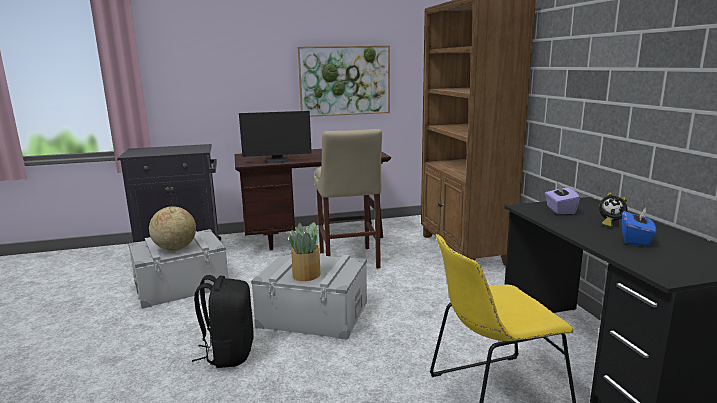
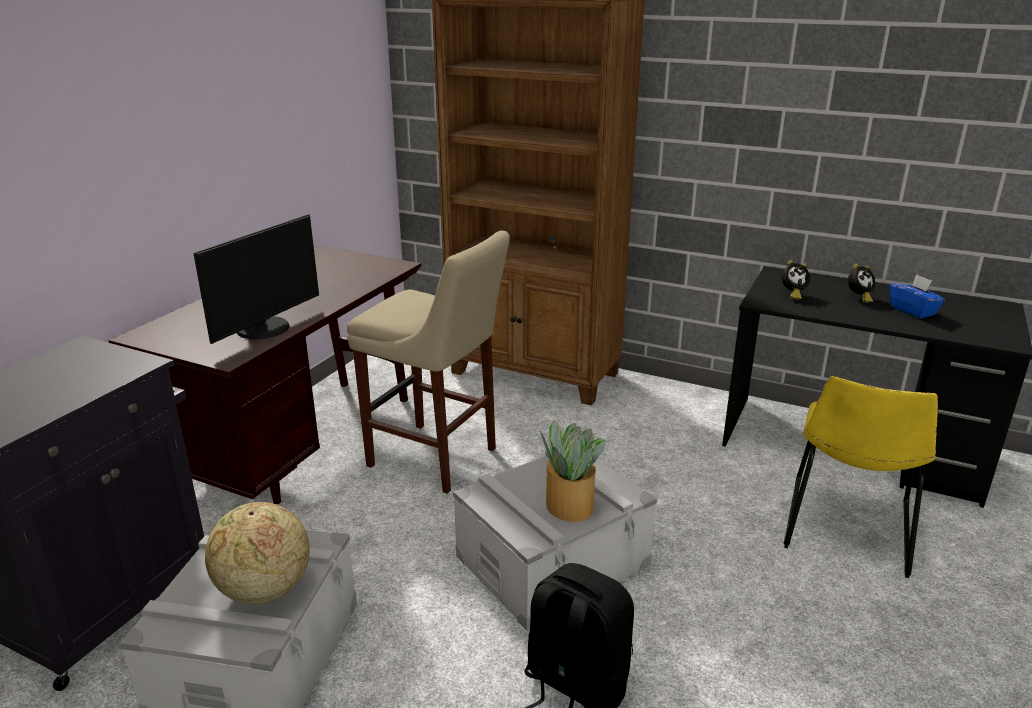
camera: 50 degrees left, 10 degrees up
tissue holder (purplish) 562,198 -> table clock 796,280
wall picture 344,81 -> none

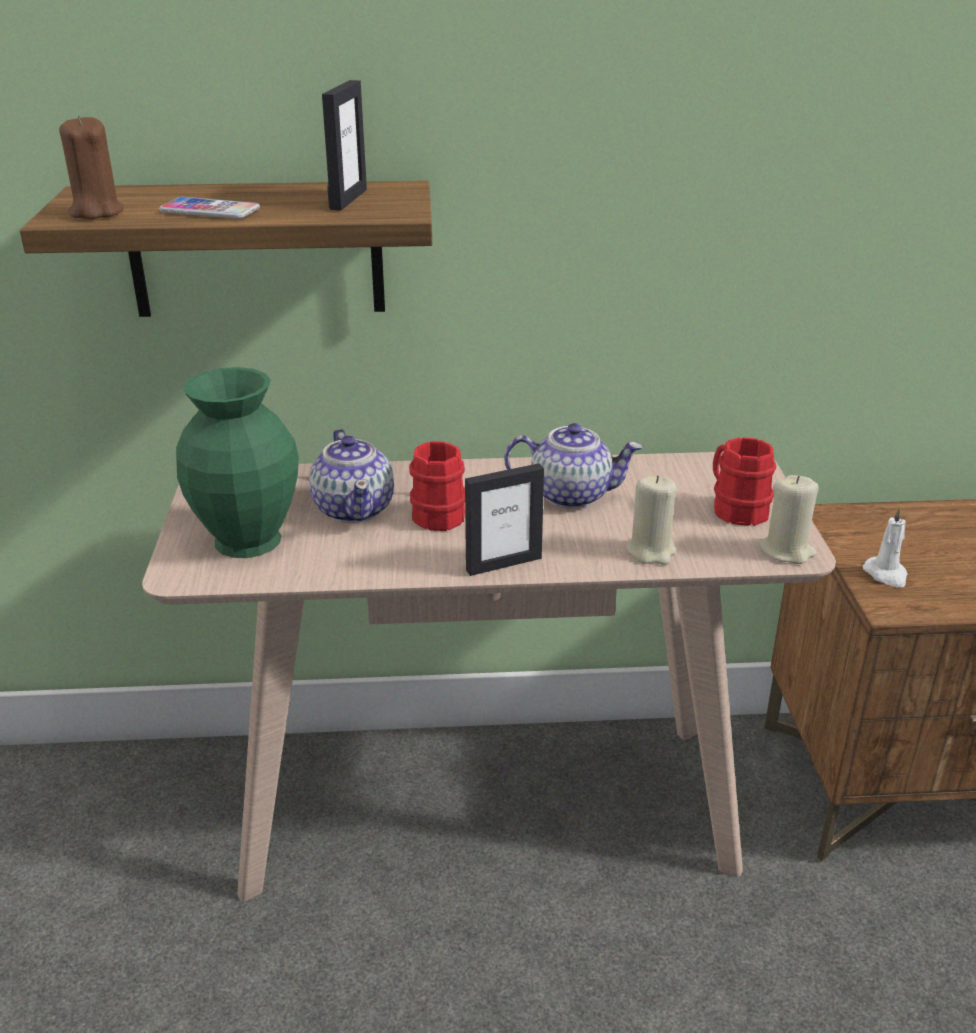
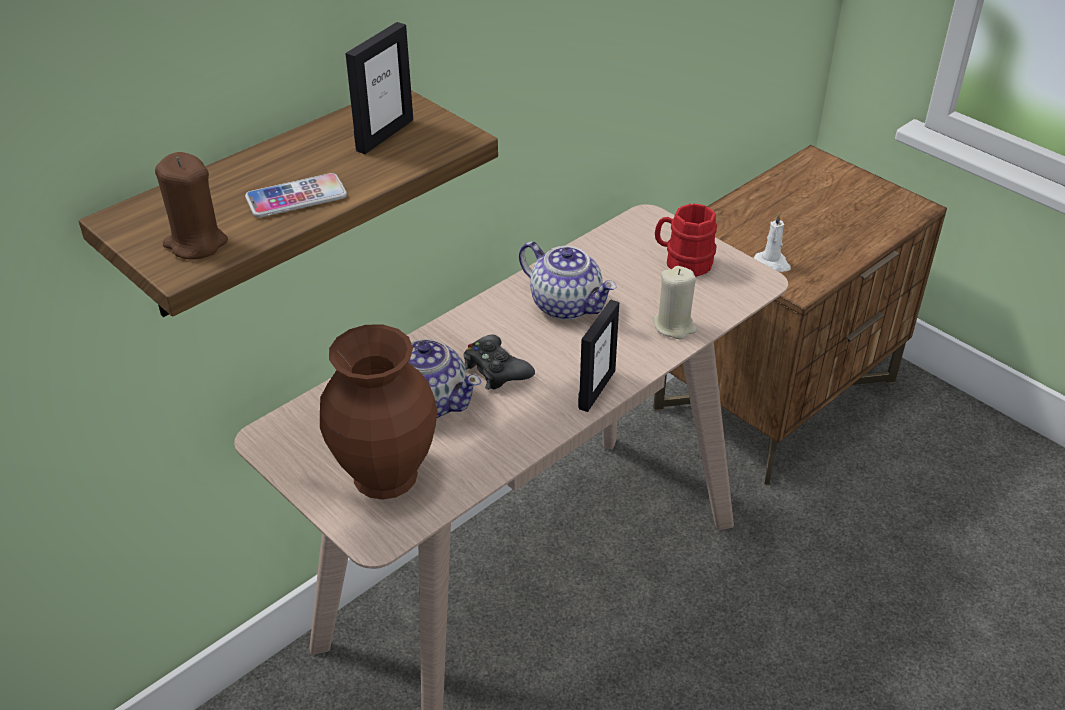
camera: 40 degrees left, 10 degrees up
decorative vase (green) 237,462 -> decorative vase (brownish) 378,412
picture frame 344,145 -> picture frame 379,88, 60 degrees clockwise
tea mug (red) 437,486 -> joypad (black-coloured) 499,362
pot for tea 573,466 -> pot for tea 568,280, 75 degrees clockwise
wax candle (sand-coloured) 789,519 -> none

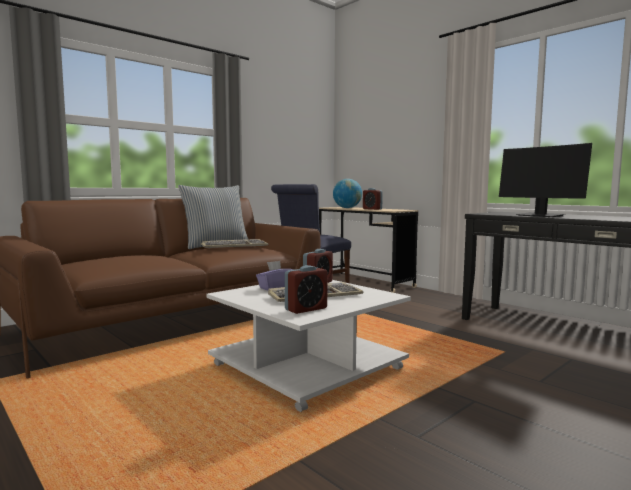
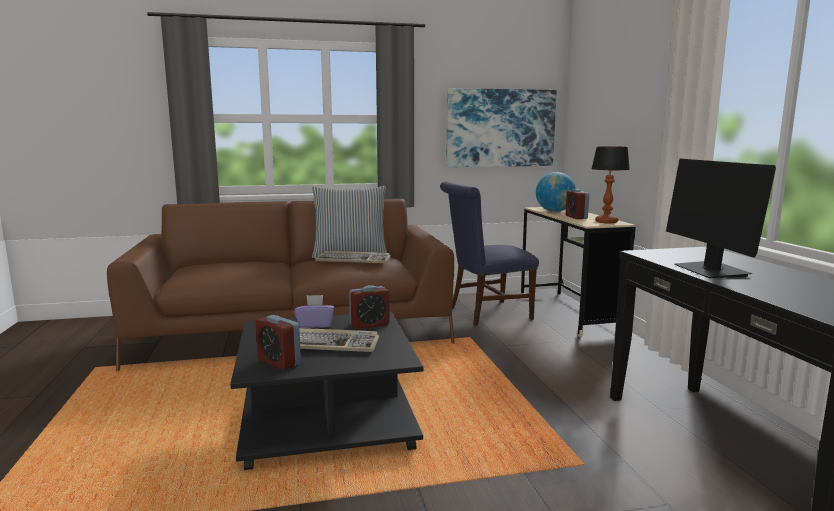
camera: 30 degrees right, 5 degrees up
lounge table (white-coloured) 308,346 -> lounge table (black-coloured) 327,390
table clock 306,289 -> table clock 278,342, 45 degrees clockwise
none -> wall picture 501,127
none -> lamp for a table 610,184

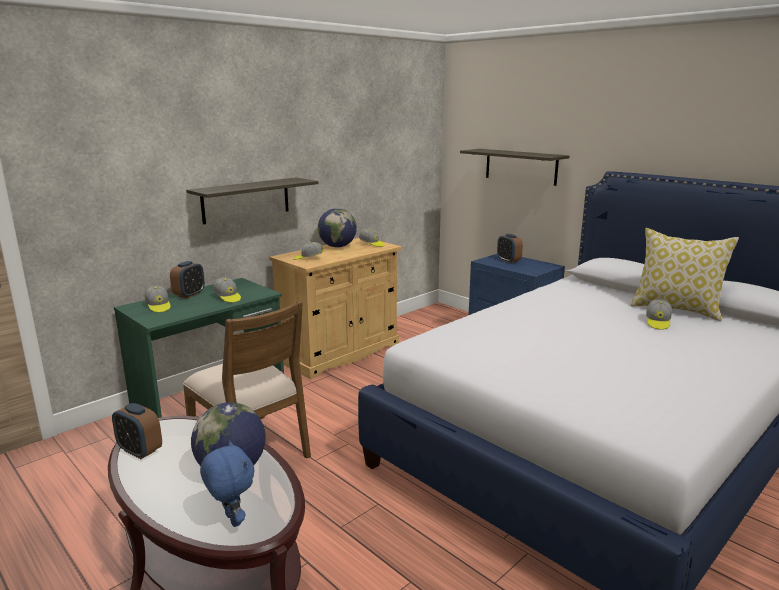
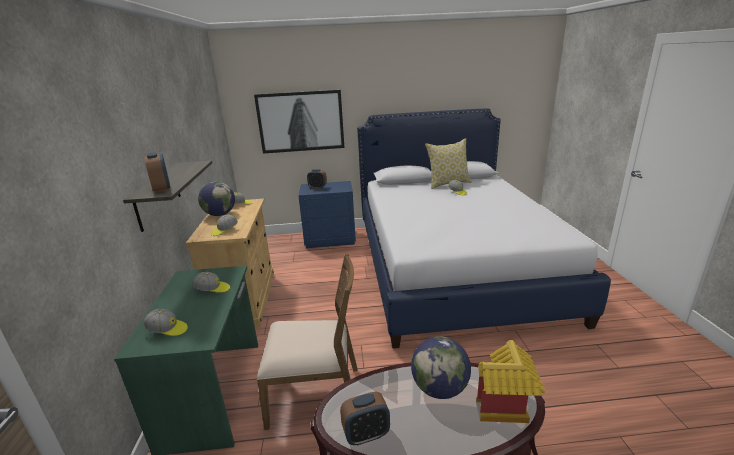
camera: 50 degrees left, 5 degrees up
table clock 187,279 -> table clock 157,172, move
shelf 515,167 -> wall picture 299,122
soft toy (blue) 227,483 -> model house 510,381

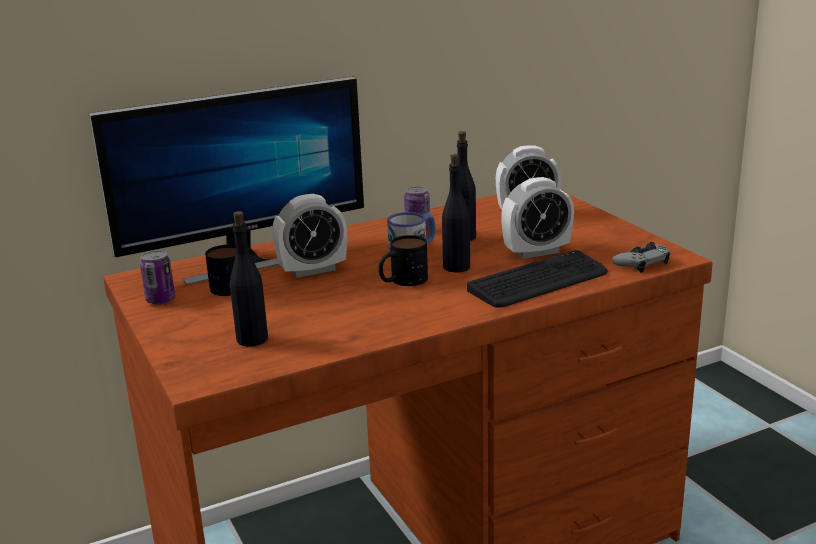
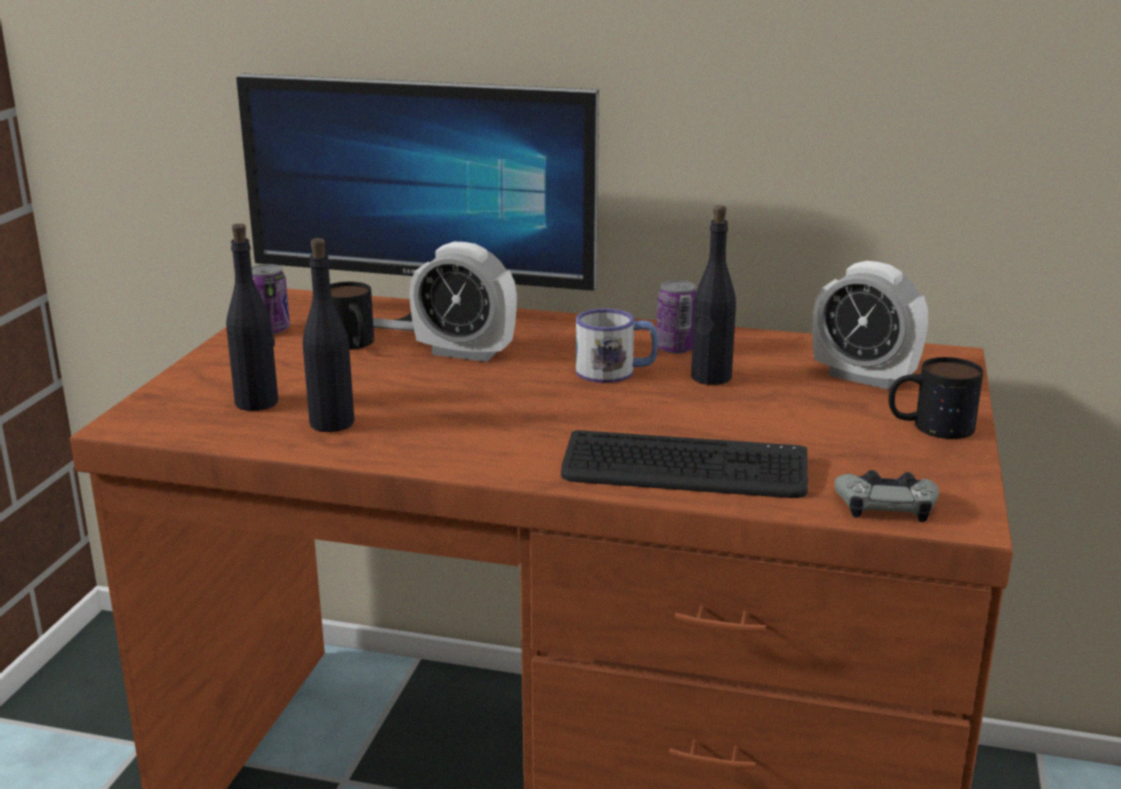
camera: 40 degrees right, 0 degrees up
bottle (black-coloured) 456,213 -> bottle (black-coloured) 328,335, move
tea mug 403,260 -> tea mug 935,398, move
table clock 537,218 -> none

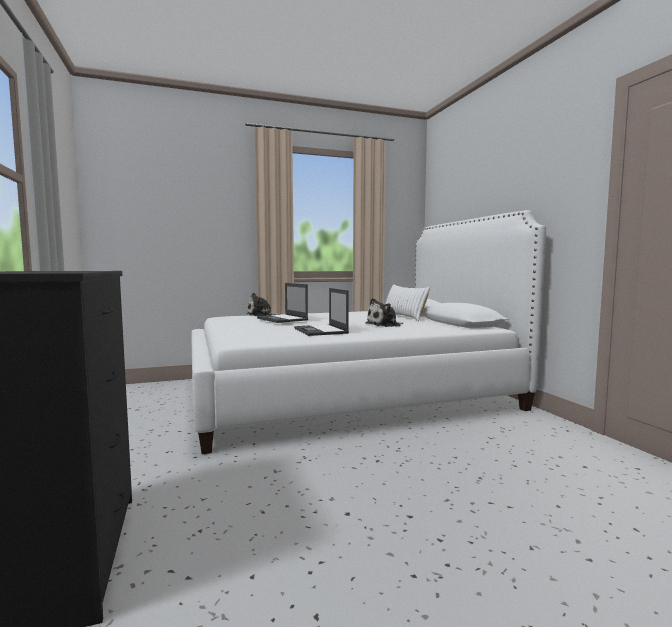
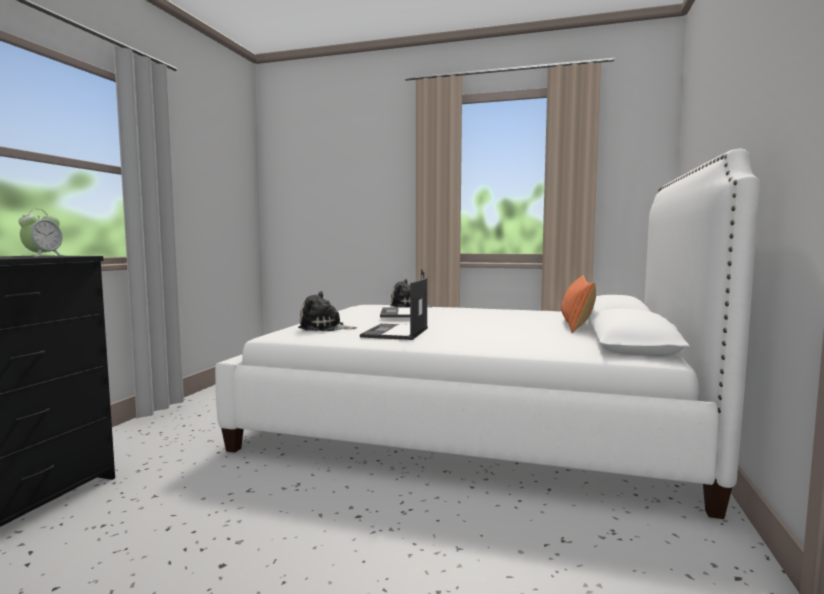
camera: 35 degrees right, 0 degrees up
none -> table clock 41,233
soft toy 384,312 -> soft toy 327,311, move
pillow (white-coloured) 407,302 -> pillow (orange) 578,304

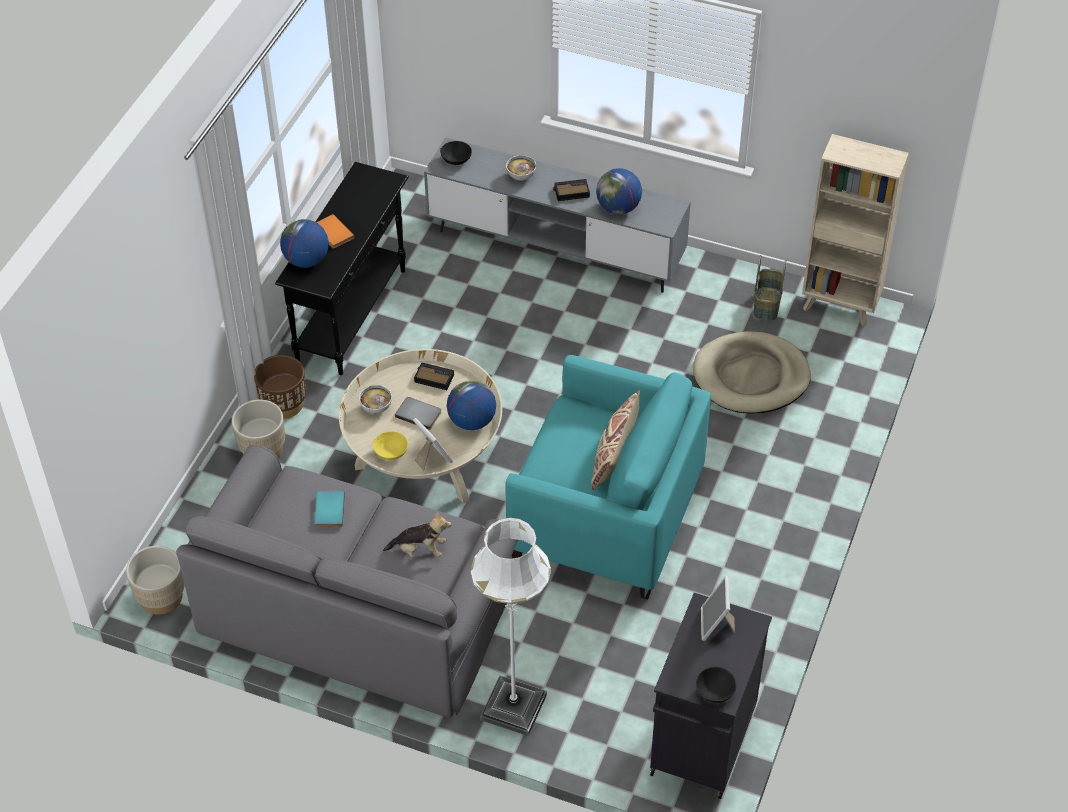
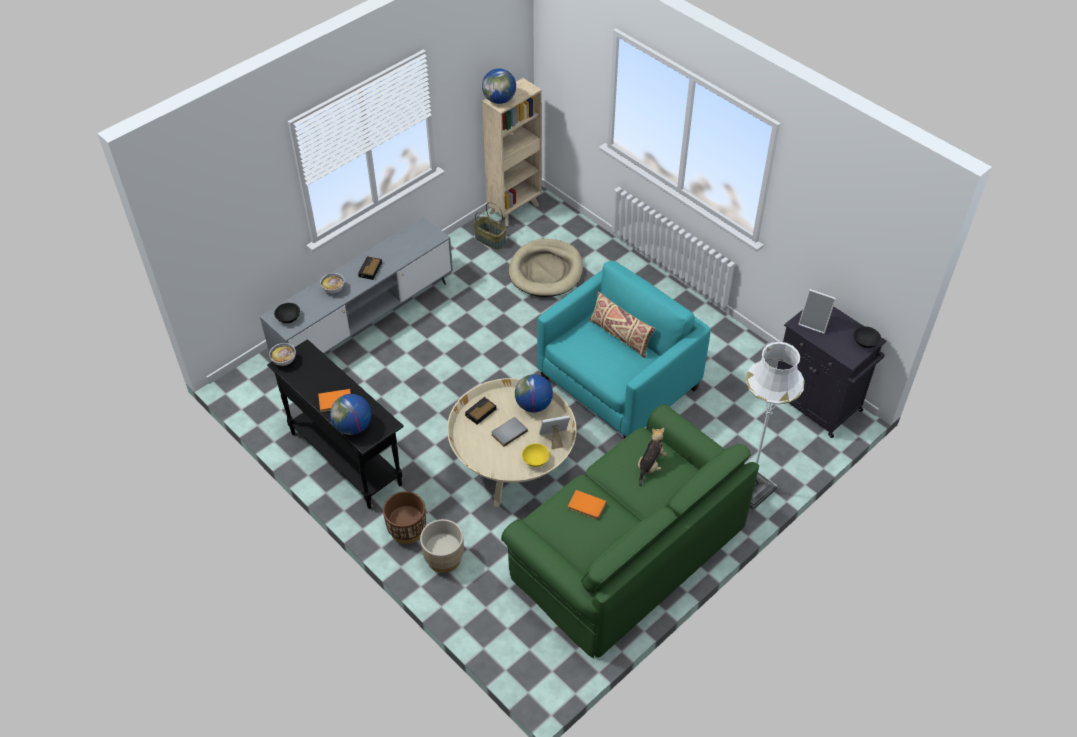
camera: 65 degrees left, 0 degrees up
deep dish 375,399 -> deep dish 282,354, move
desk globe 619,191 -> desk globe 499,86, move
sofa (greyish) 347,581 -> sofa (green) 630,531
bound book (turquoise-coloured) 329,509 -> bound book (orange) 587,505
planter (sand-coloured) 155,580 -> none

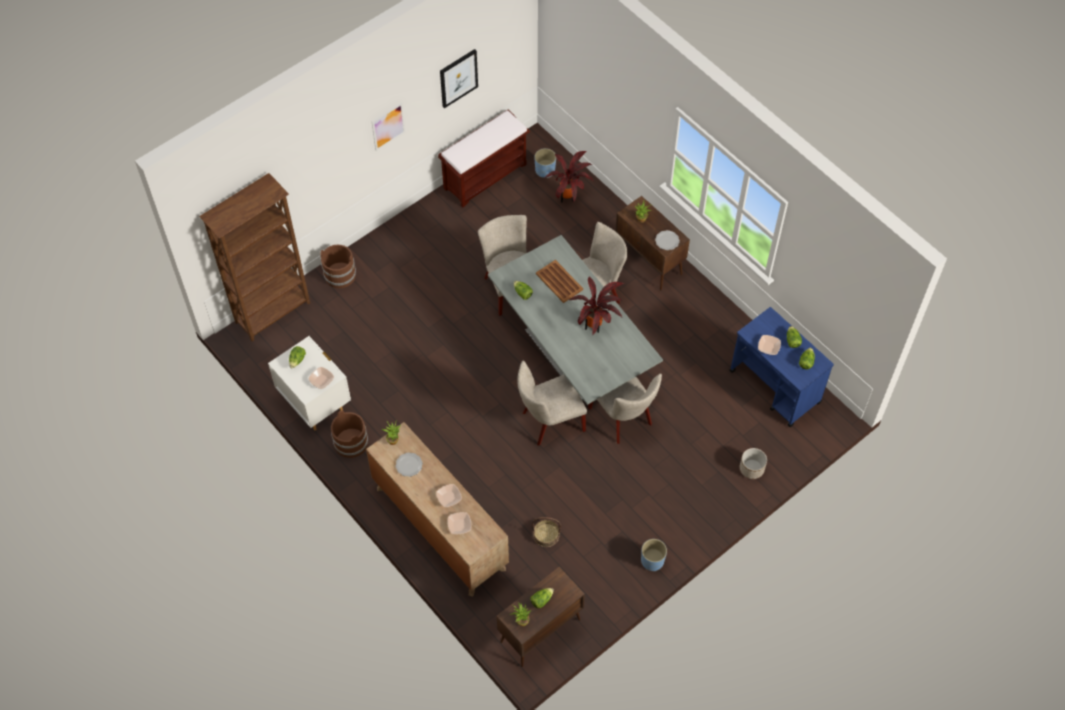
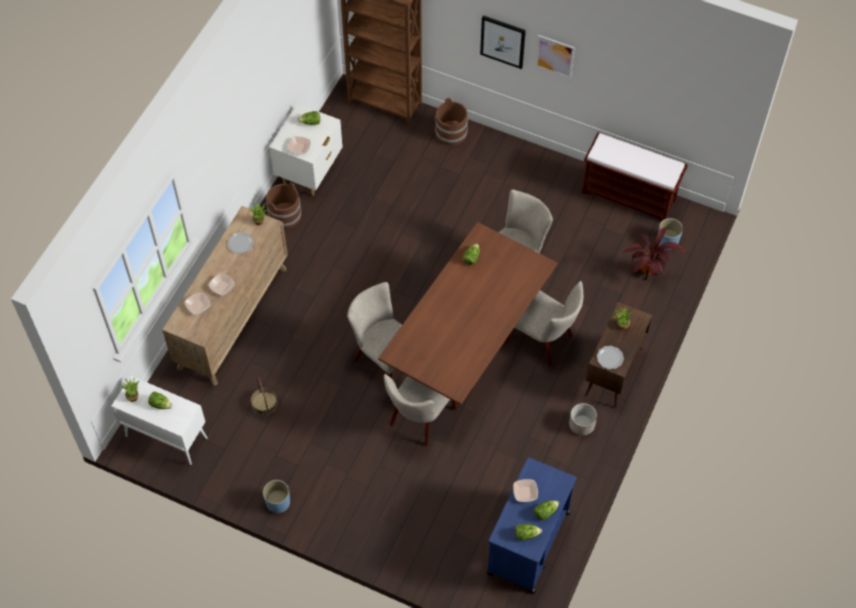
camera: 65 degrees right, 0 degrees up
cupboard (brownish) 541,616 -> cupboard (white-coloured) 159,420
dinner table (greyish) 575,320 -> dinner table (brownish) 468,313
wall picture 459,78 -> wall picture 503,42, move
planter 753,463 -> planter 583,419, move
carrying tray (brownish) 559,281 -> none
houseplant 596,306 -> none

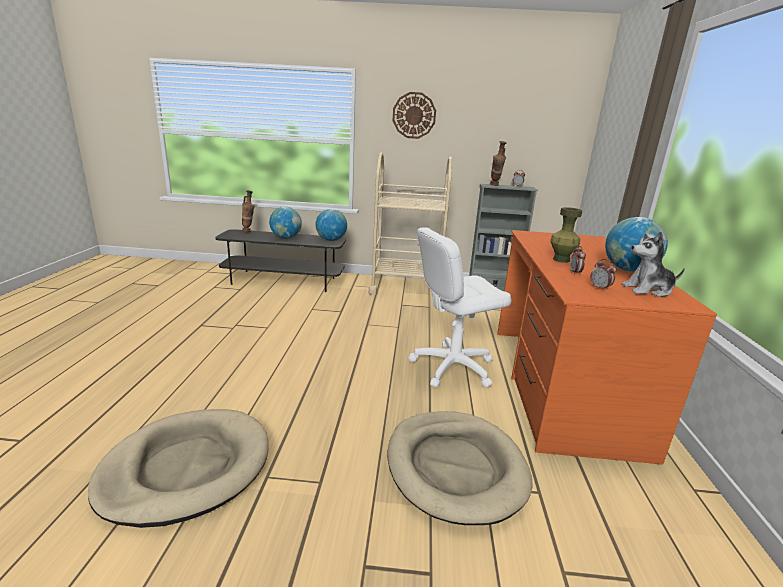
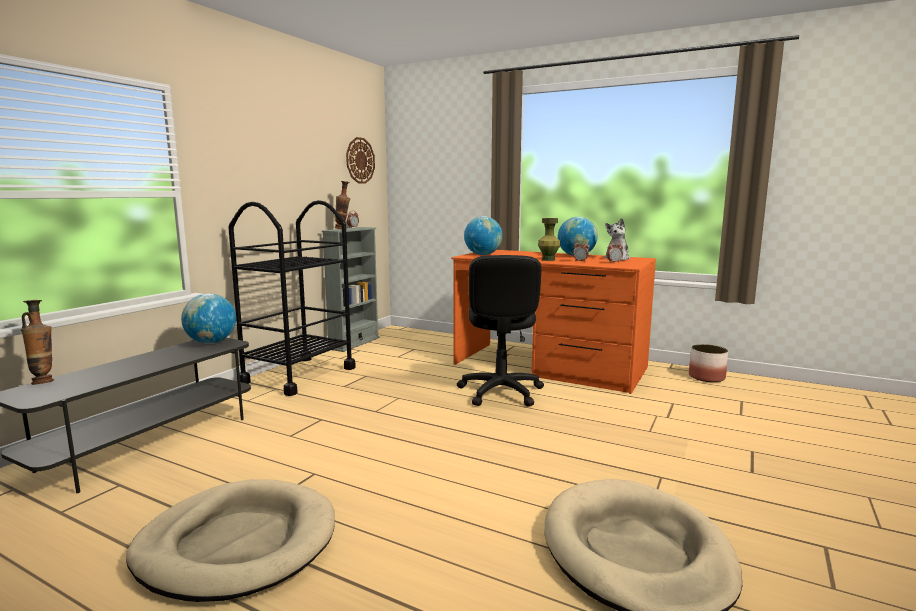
camera: 65 degrees left, 10 degrees down
pet bed (sand-coloured) 460,468 -> pet bed (sand-coloured) 230,540, move
trolley (sand-coloured) 410,224 -> trolley (black-coloured) 292,298
wall clock 414,115 -> wall clock 360,160, move
office chair (white-coloured) 459,307 -> office chair (black-coloured) 500,330
desk globe 285,223 -> desk globe 483,235, move
none -> planter 708,363

